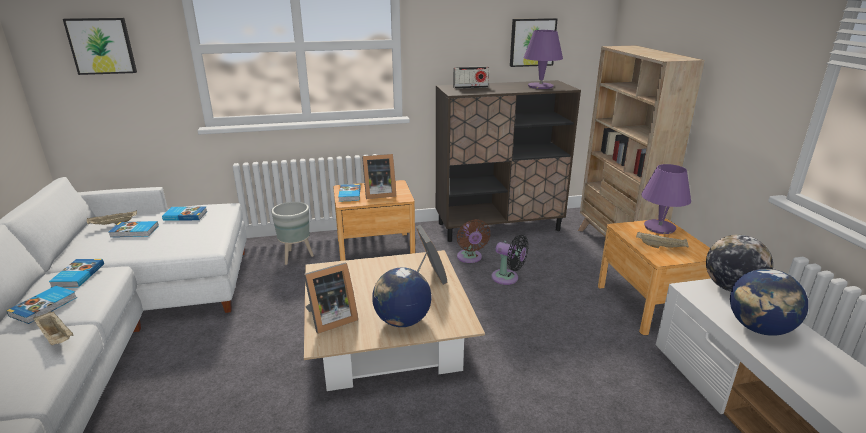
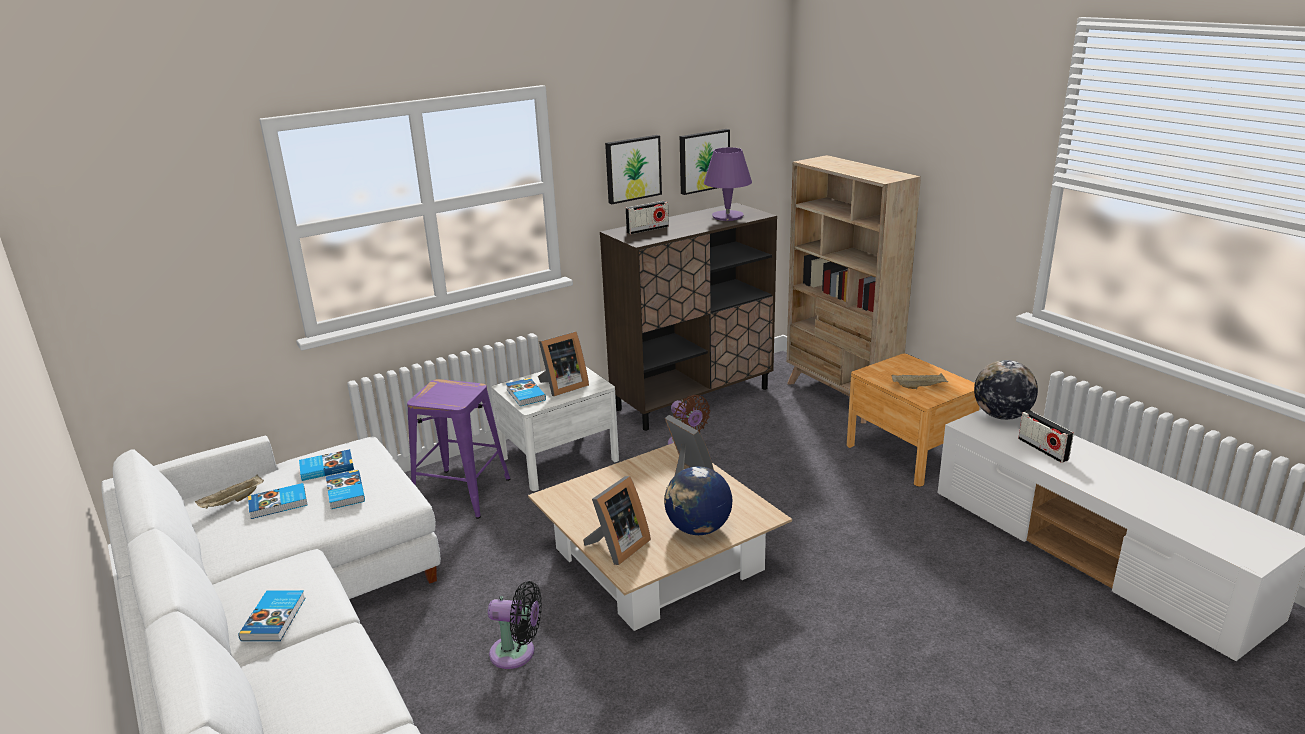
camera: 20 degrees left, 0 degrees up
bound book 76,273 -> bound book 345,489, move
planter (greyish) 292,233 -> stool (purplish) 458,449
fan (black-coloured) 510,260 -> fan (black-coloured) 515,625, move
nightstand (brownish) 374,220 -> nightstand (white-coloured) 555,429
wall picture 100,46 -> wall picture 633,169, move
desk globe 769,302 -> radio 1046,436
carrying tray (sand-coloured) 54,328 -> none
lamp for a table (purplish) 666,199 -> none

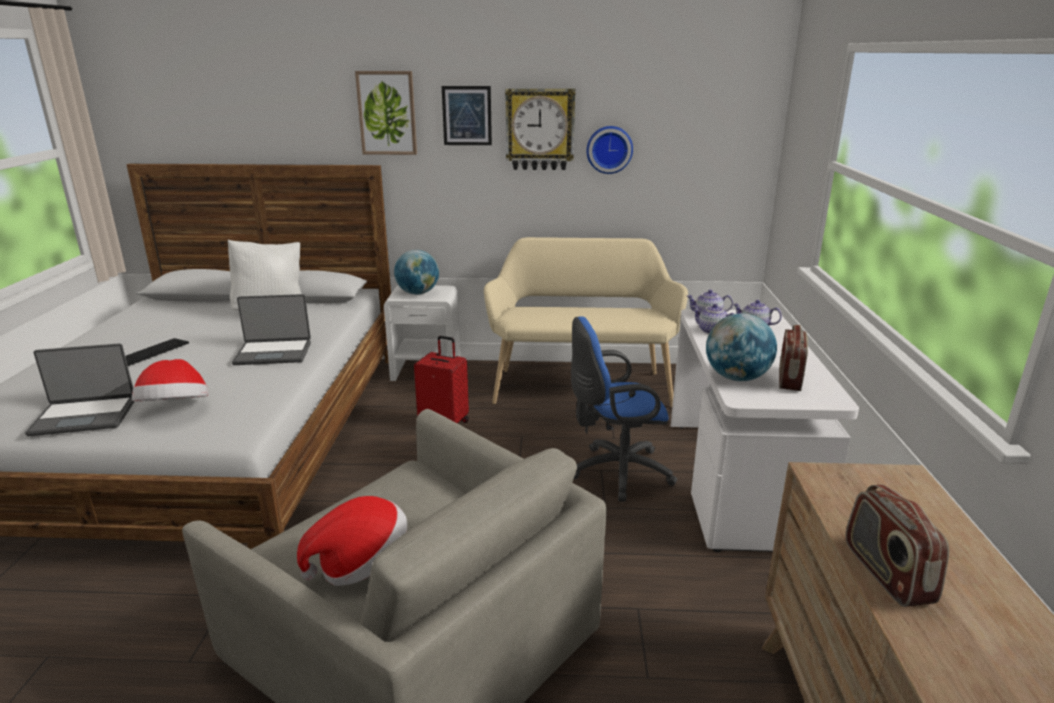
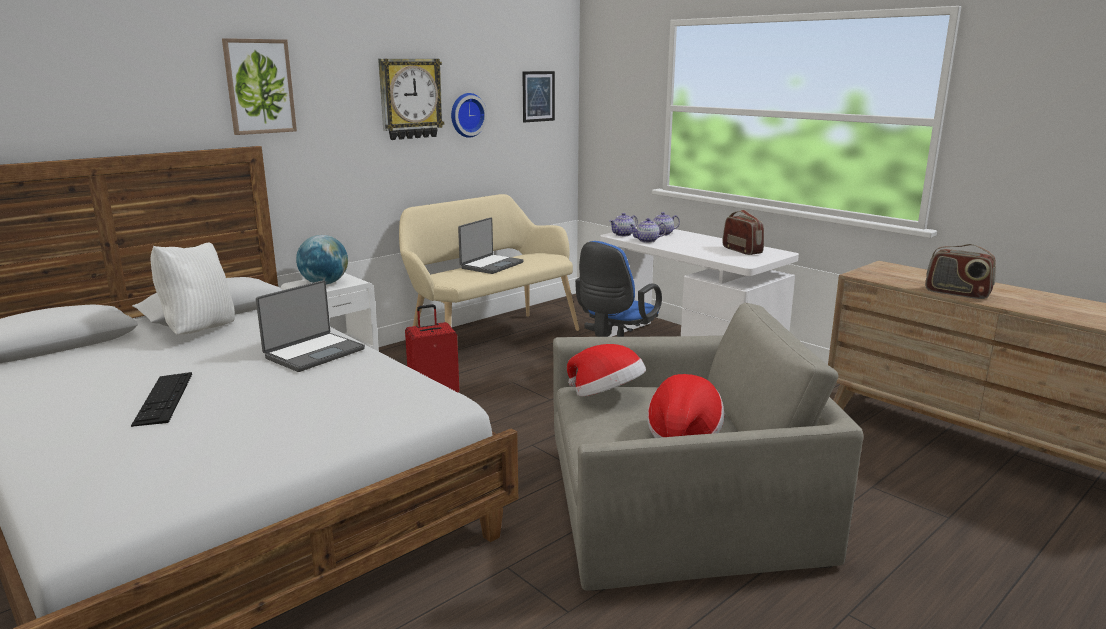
camera: 45 degrees left, 5 degrees down
notebook computer 80,389 -> notebook computer 491,245, move
wall picture 467,115 -> wall picture 538,97, move
clothing hat 170,380 -> clothing hat 606,370, move
desk globe 741,347 -> none

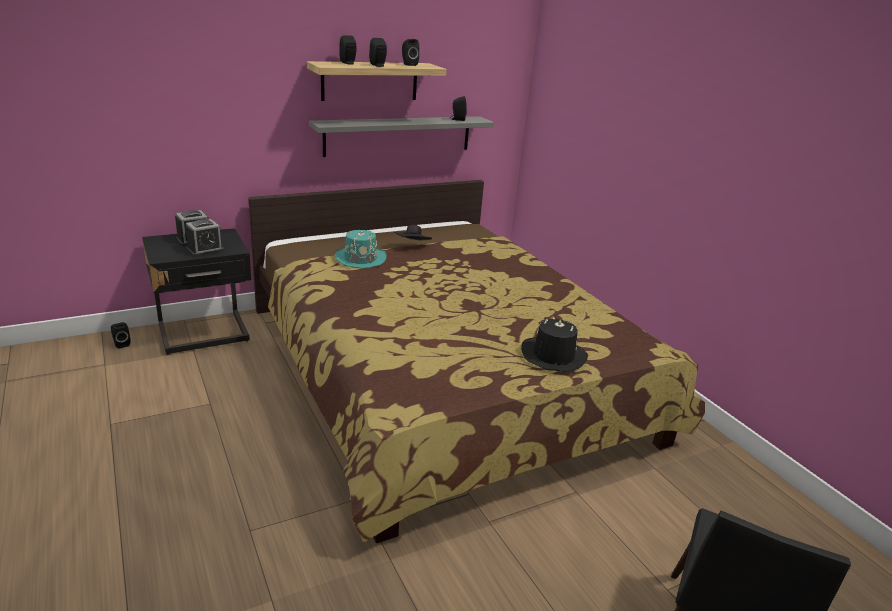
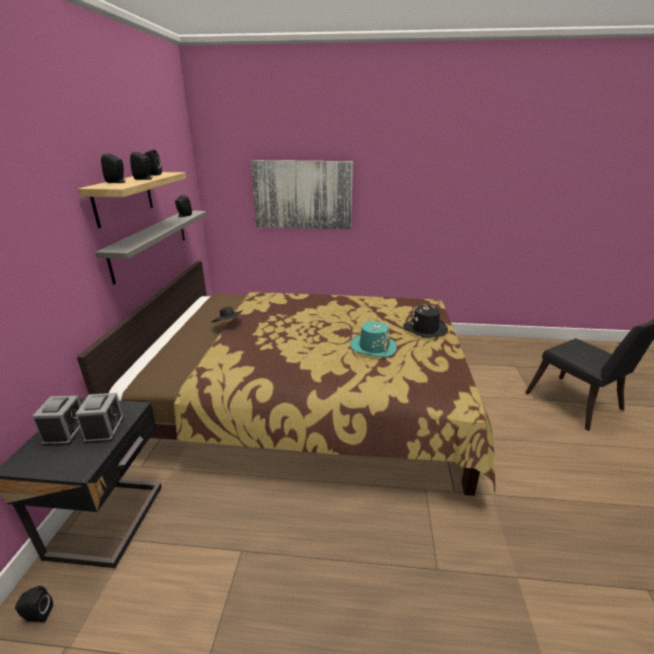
camera: 55 degrees left, 0 degrees up
none -> wall picture 302,194
clothing hat (turquoise-coloured) 361,249 -> clothing hat (turquoise-coloured) 373,338, move

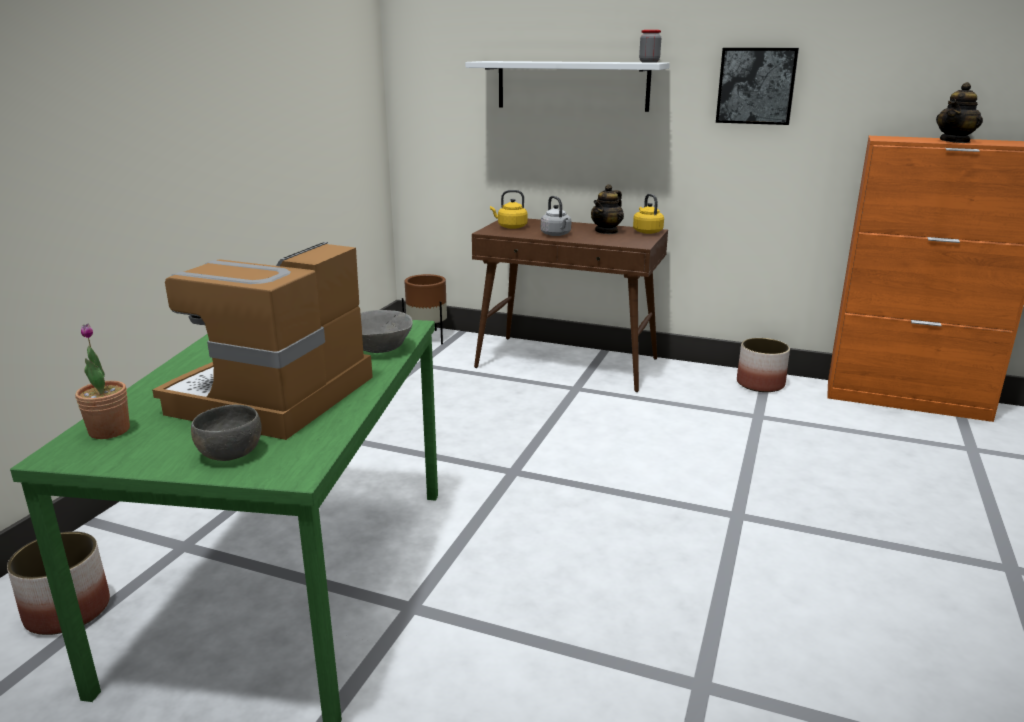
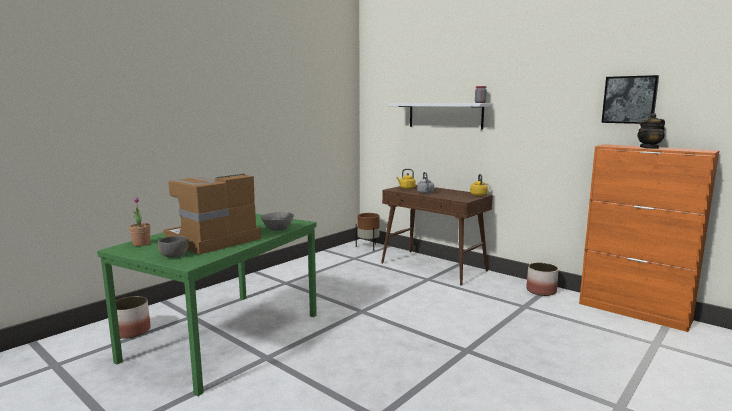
camera: 20 degrees right, 10 degrees down
wall picture 757,86 -> wall picture 630,99, move
pot for tea 607,209 -> none

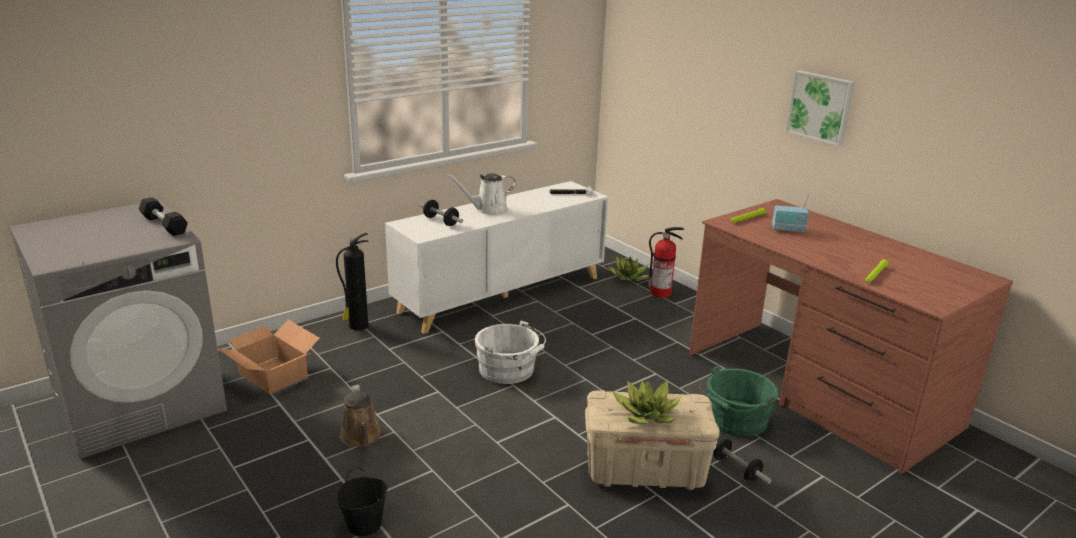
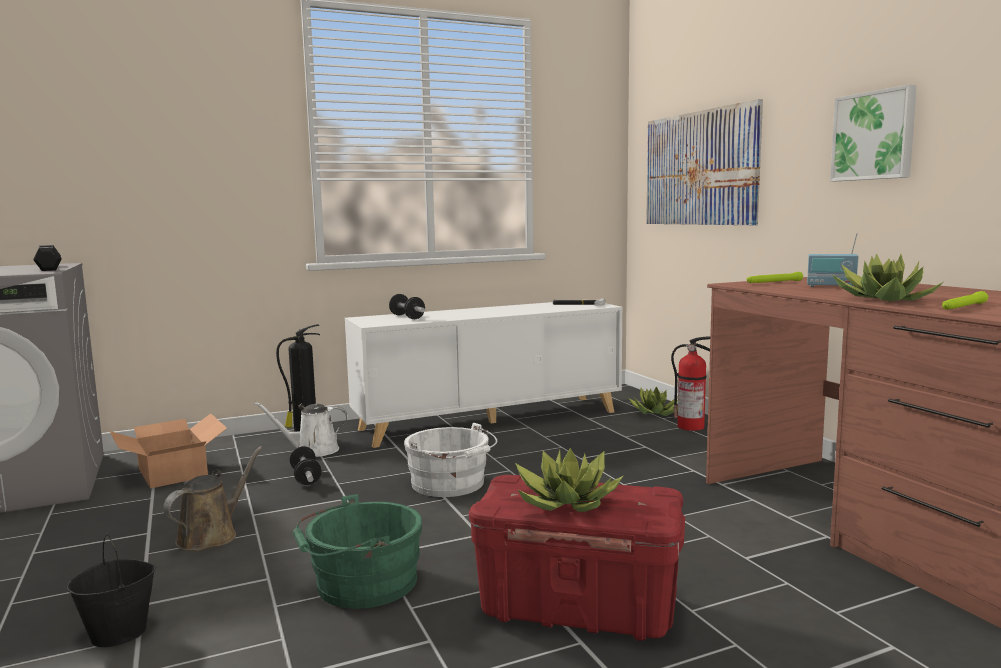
camera: 15 degrees right, 15 degrees down
sprinkling can (brownish) 361,416 -> sprinkling can (brownish) 213,498, 150 degrees counterclockwise
sprinkling can (white-coloured) 481,194 -> sprinkling can (white-coloured) 301,429, move
hand weight 742,461 -> hand weight 305,465, move
bucket (green) 738,401 -> bucket (green) 357,551, move
storage bin (sand-coloured) 652,440 -> storage bin (red) 577,558
none -> wall picture 704,162
none -> houseplant 887,277

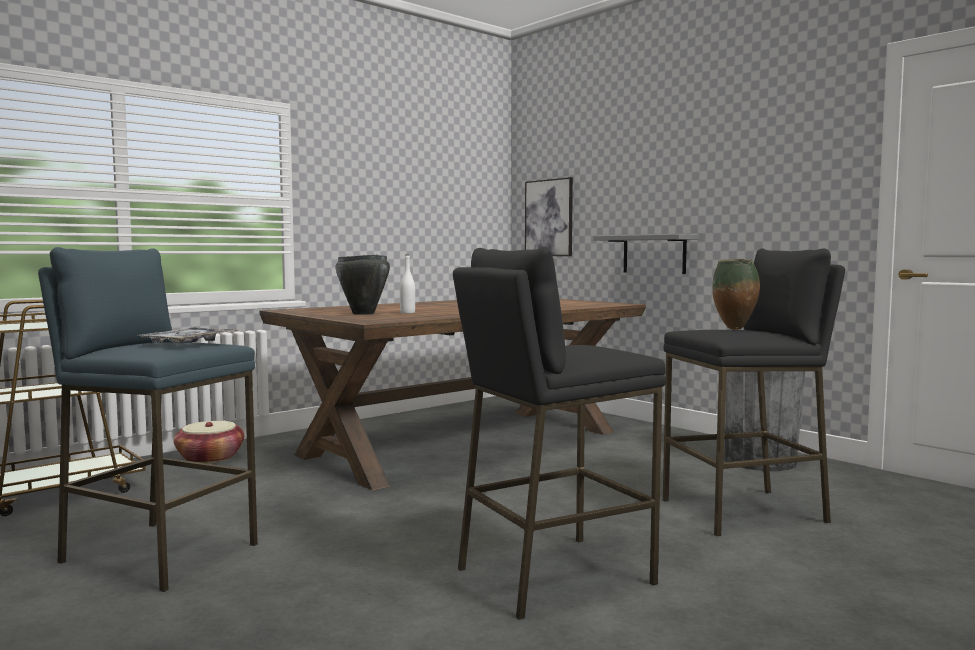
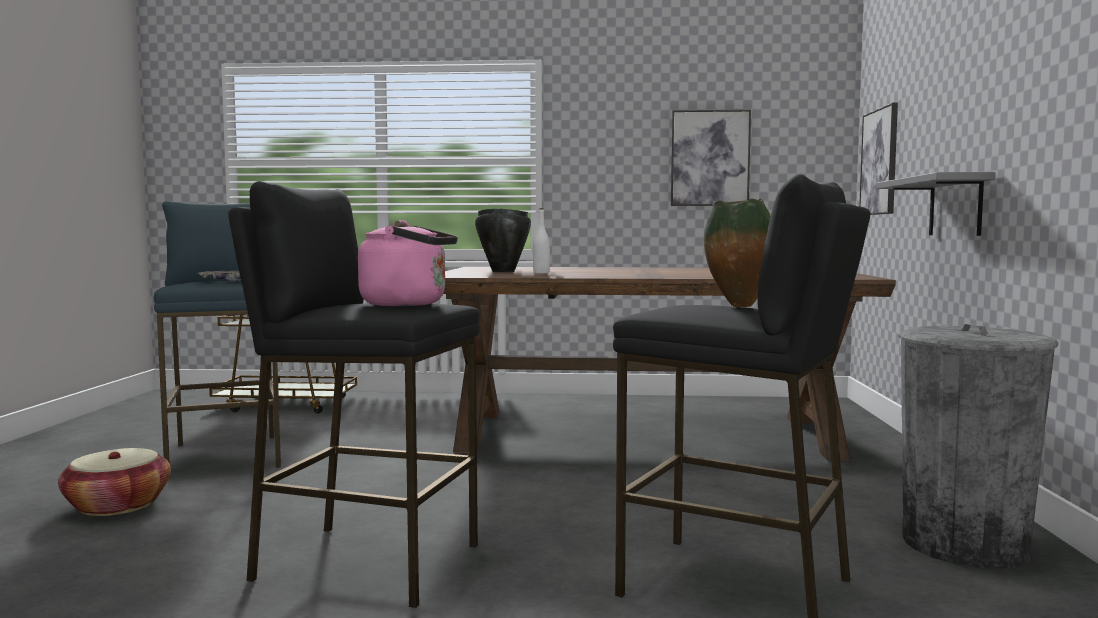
camera: 45 degrees right, 0 degrees up
household basket 209,442 -> household basket 114,482, move
none -> water kettle (pinkish) 408,263
none -> wall picture 711,158

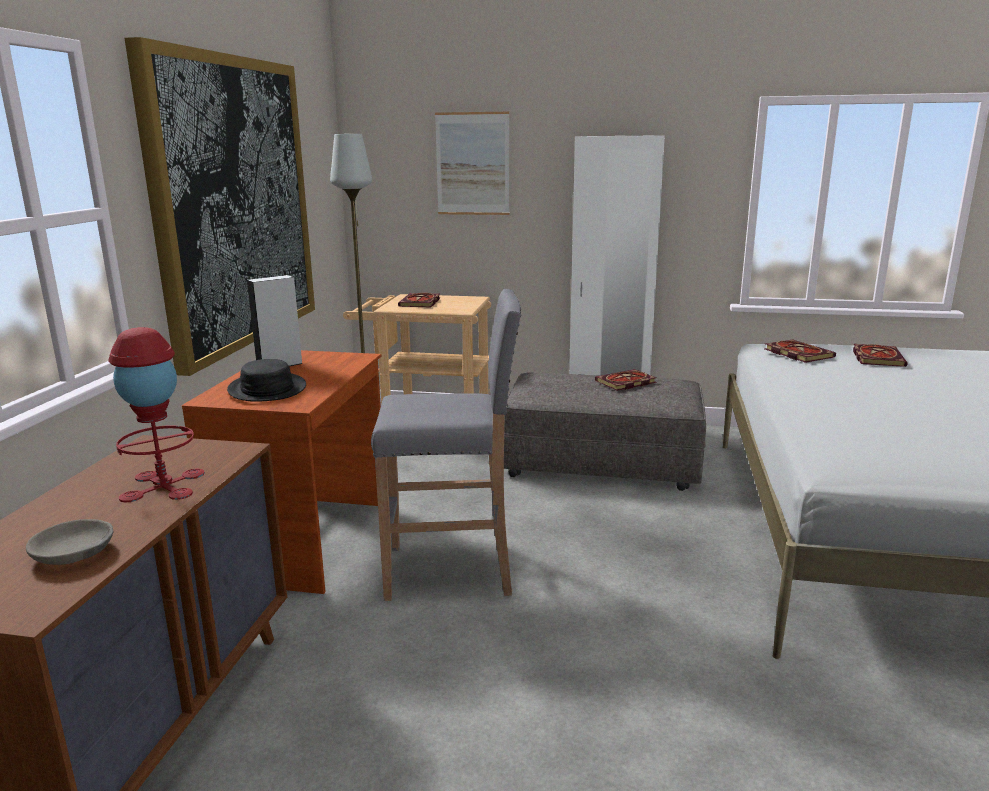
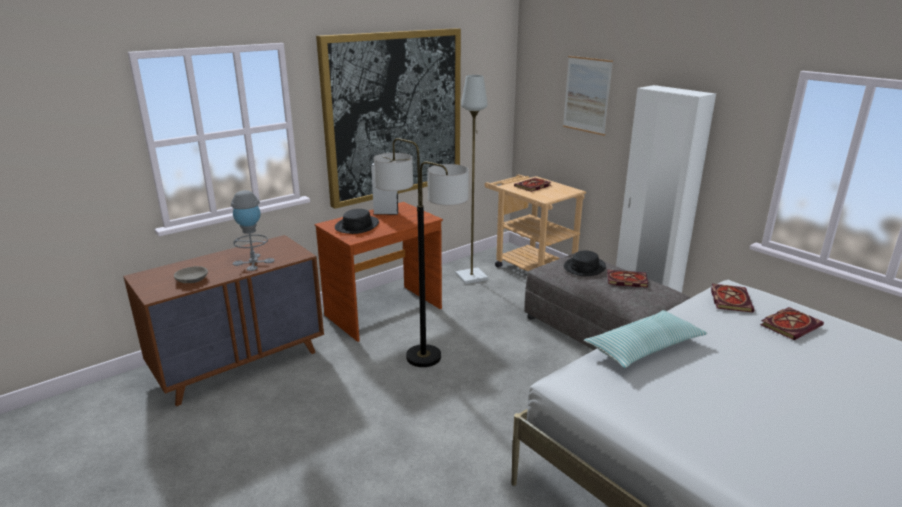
camera: 40 degrees right, 5 degrees up
lamp for a table (red) 156,414 -> lamp for a table (greyish) 253,230
stool (greyish) 446,445 -> standing lamp 421,252
none -> clothing hat (black-coloured) 585,263
none -> pillow 645,339

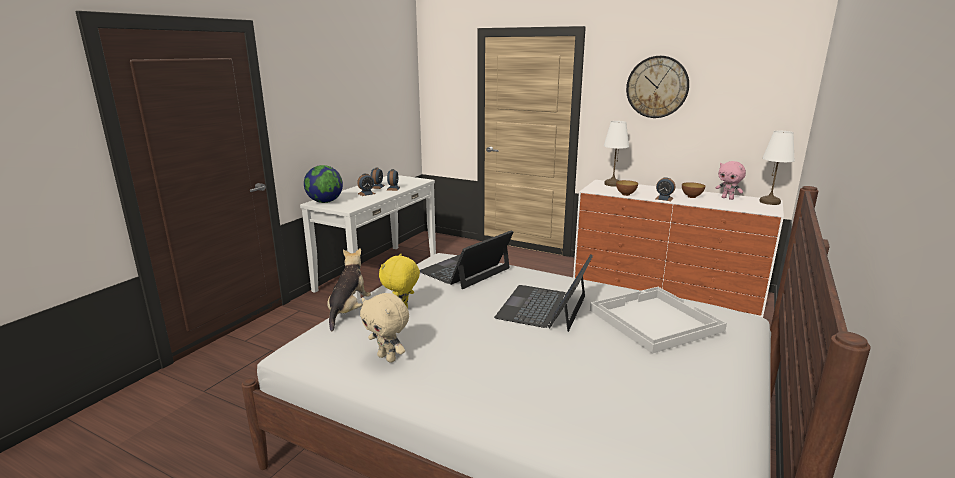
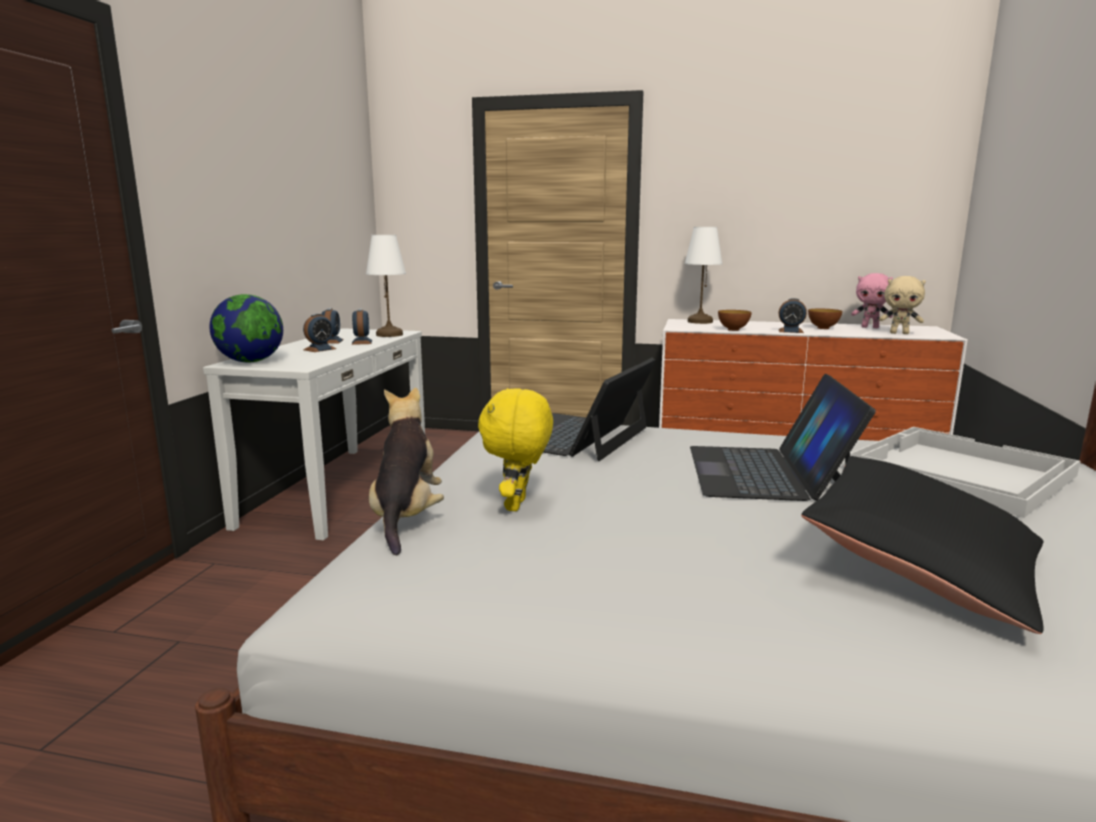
camera: 15 degrees left, 5 degrees down
lamp for a table (white-coloured) 777,168 -> lamp for a table (white-coloured) 386,286, move
none -> pillow (black-coloured) 922,545
soft toy (sand-coloured) 384,328 -> soft toy (sand-coloured) 902,305, move
wall clock 657,87 -> none

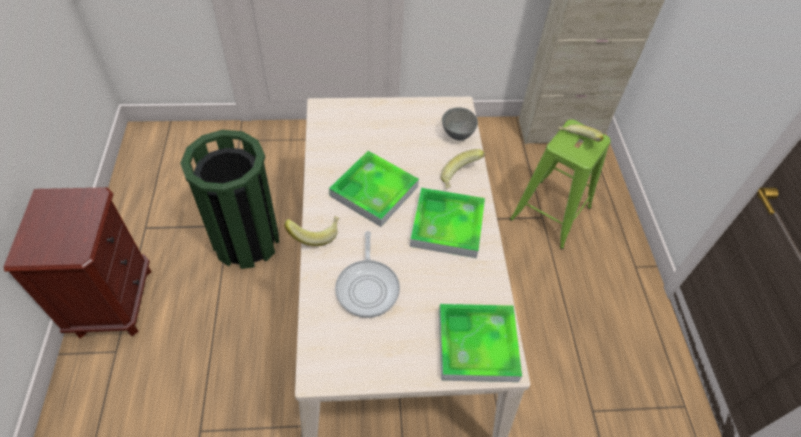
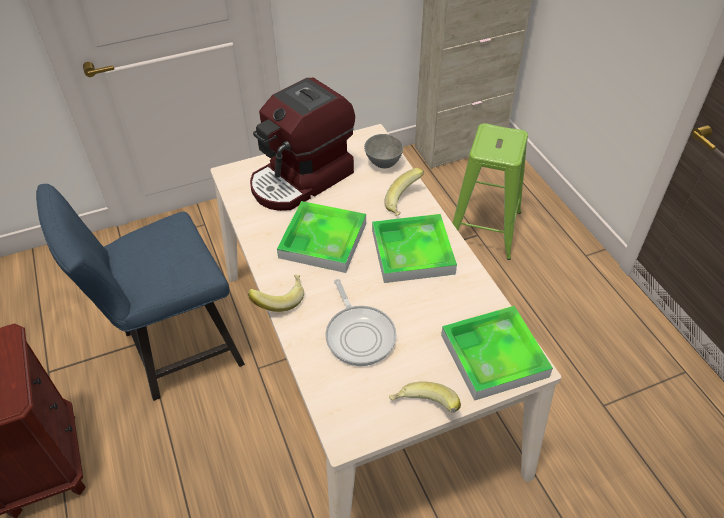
camera: 15 degrees left, 5 degrees down
rubbish bin (green) 229,199 -> upright chair (blue) 140,292
none -> coffee machine 302,144
banana fruit 581,133 -> banana fruit 425,397, move

